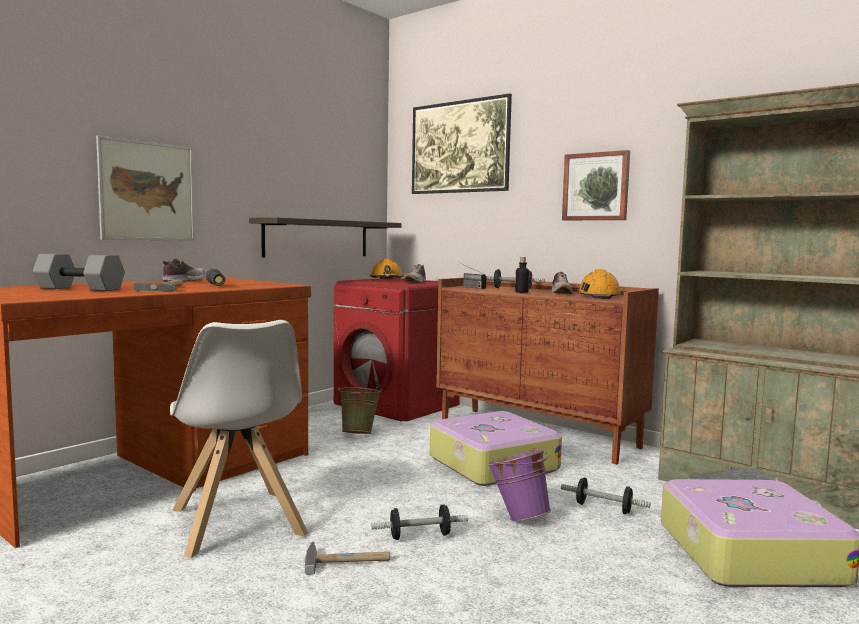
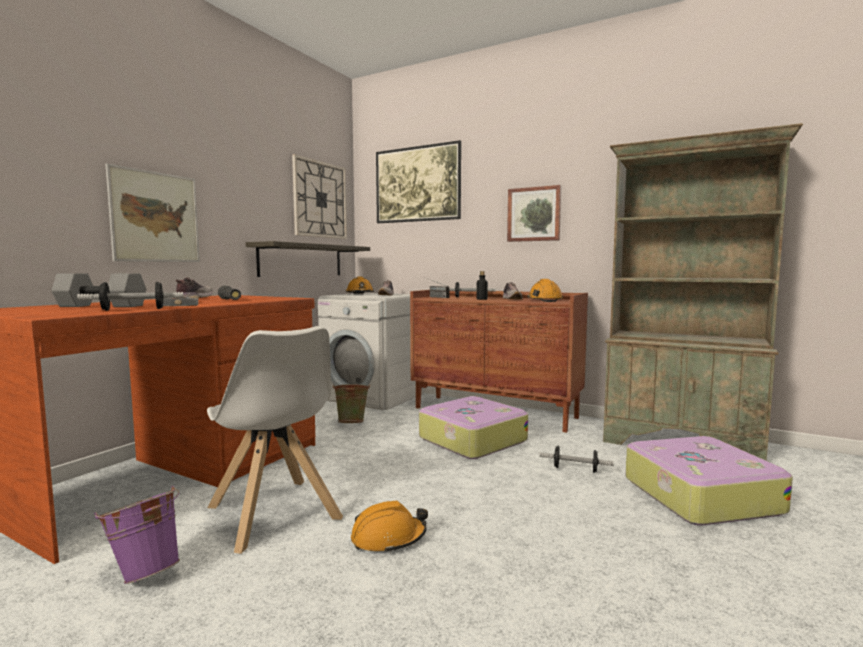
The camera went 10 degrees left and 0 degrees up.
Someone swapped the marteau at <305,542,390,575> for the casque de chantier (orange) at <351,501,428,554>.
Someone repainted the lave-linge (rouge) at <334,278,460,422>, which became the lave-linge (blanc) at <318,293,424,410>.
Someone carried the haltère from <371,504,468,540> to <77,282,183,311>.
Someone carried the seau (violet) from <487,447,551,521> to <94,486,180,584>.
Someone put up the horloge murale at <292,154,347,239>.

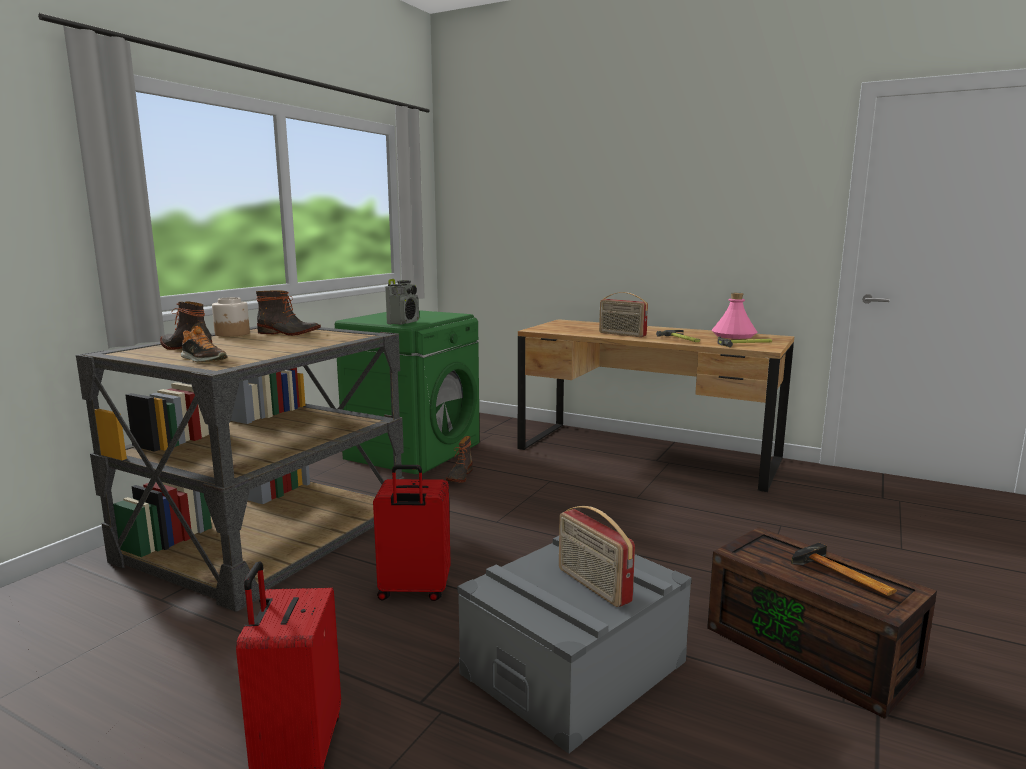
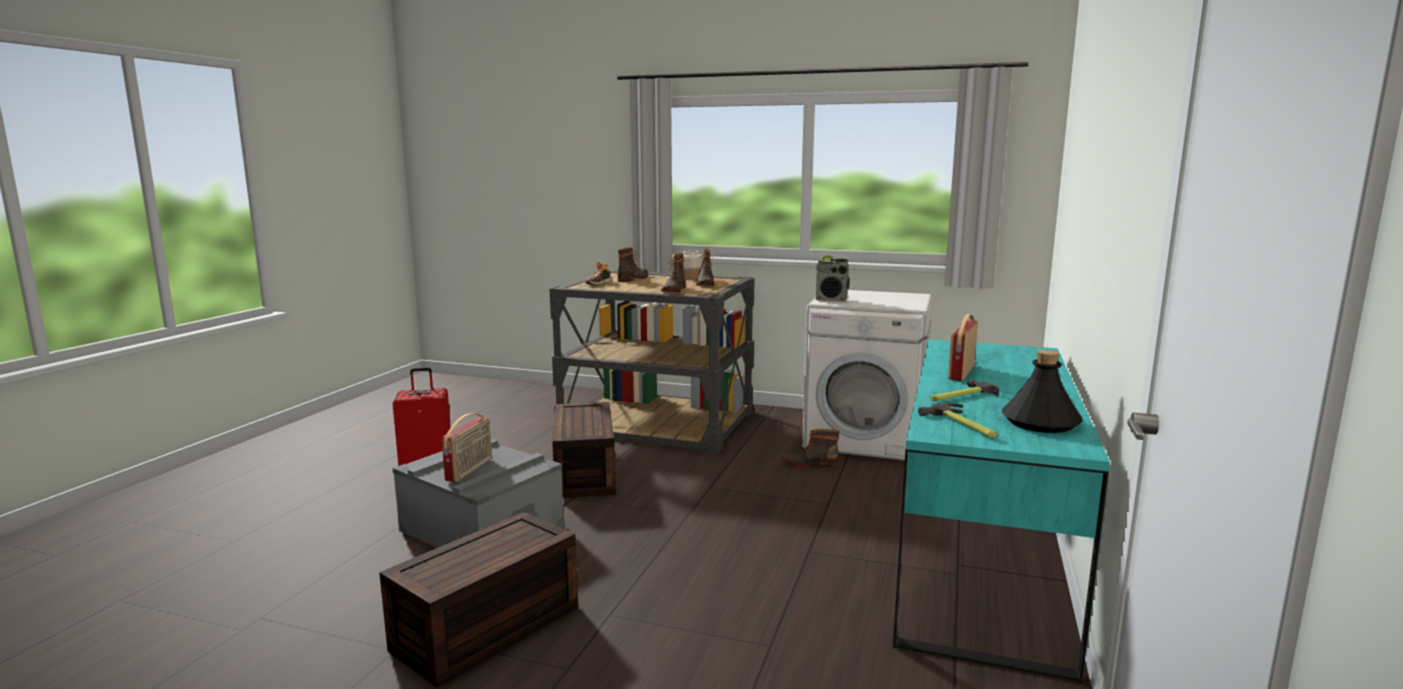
The camera went 80 degrees right and 0 degrees up.
Someone repainted the lave-linge (vert) at <335,310,480,474>, which became the lave-linge (blanc) at <802,290,933,460>.
Someone swapped the valise (rouge) at <373,465,451,601> for the boîte de rangement (marron) at <552,402,616,498>.
Someone repainted the bureau (marron) at <518,319,794,492>, which became the bureau (turquoise) at <893,340,1110,683>.
Someone rotated the radio at <559,506,635,607> by 150 degrees clockwise.
Someone repainted the bouteille (rose) at <712,293,757,339>, which became the bouteille (noir) at <1002,350,1083,433>.
Someone took away the marteau at <791,543,897,596>.
Someone put down the botte at <661,253,686,292>.

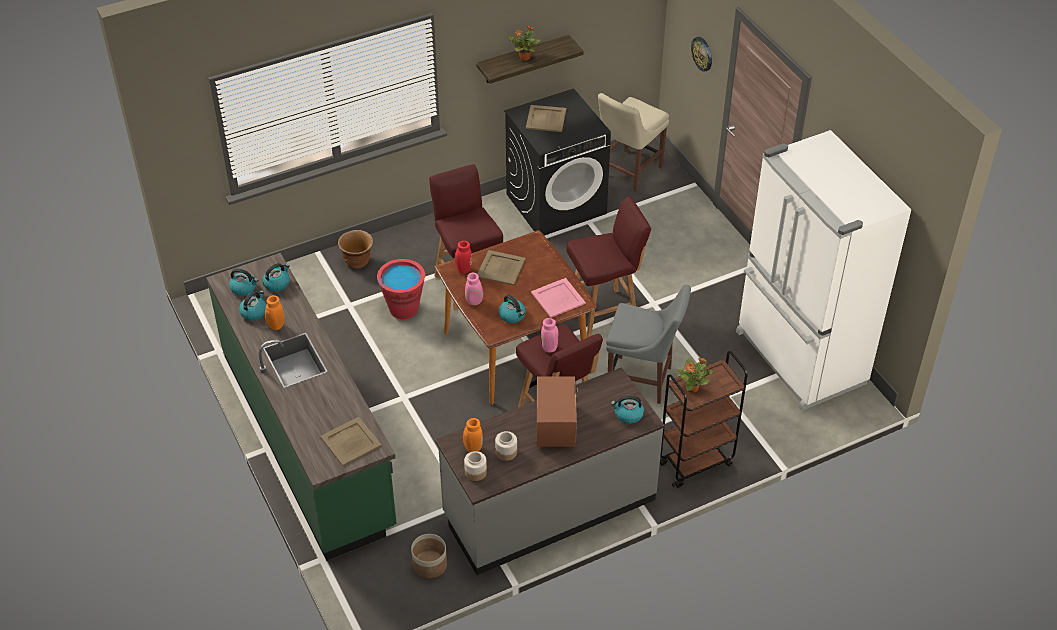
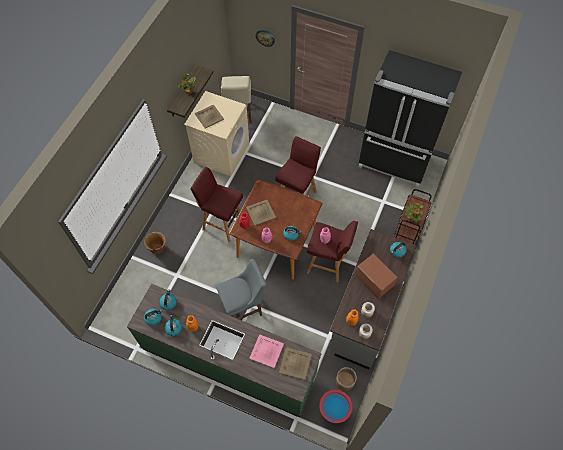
The camera went 40 degrees left and 15 degrees up.
Someone carried the seau (rouge) from <377,259,425,319> to <319,390,352,423>.
Someone repainted the lave-linge (noir) at <504,88,611,236>, which became the lave-linge (beige) at <184,91,249,176>.
Someone carried the plateau (rose) from <531,278,586,318> to <249,334,284,368>.
Someone carried the chaise (gris) from <606,285,691,404> to <215,259,266,320>.
Someone repainted the réfrigérateur (blanc) at <736,130,912,411>, which became the réfrigérateur (noir) at <359,50,462,187>.

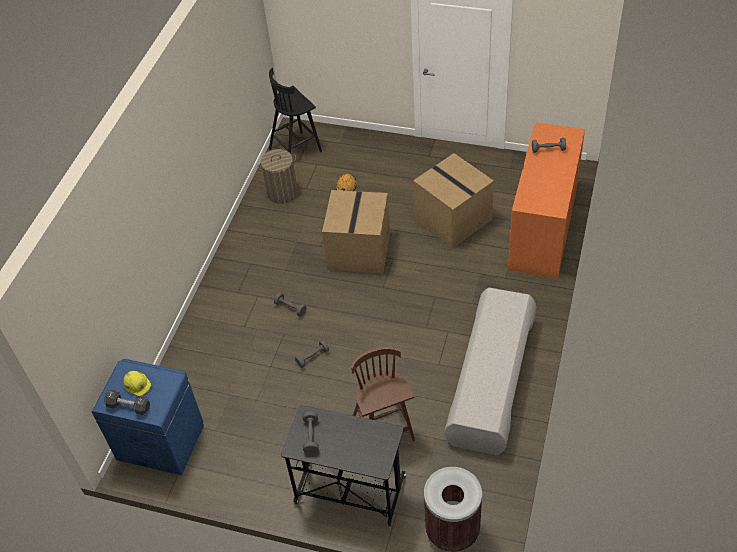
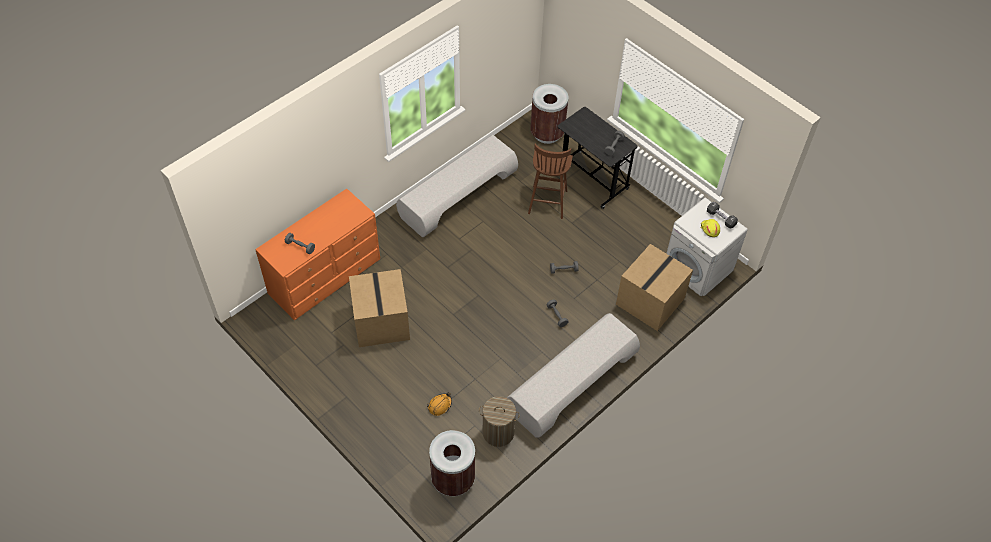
The camera went 155 degrees left and 5 degrees up.
Someone repainted the lave-linge (bleu) at <92,359,204,475>, which became the lave-linge (blanc) at <666,198,748,296>.
Someone swapped the tabouret (noir) at <269,68,322,154> for the poubelle (marron) at <429,430,475,496>.
Someone carried the carton from <322,190,390,273> to <616,244,693,331>.
Someone put down the banc (gris) at <507,313,640,438>.

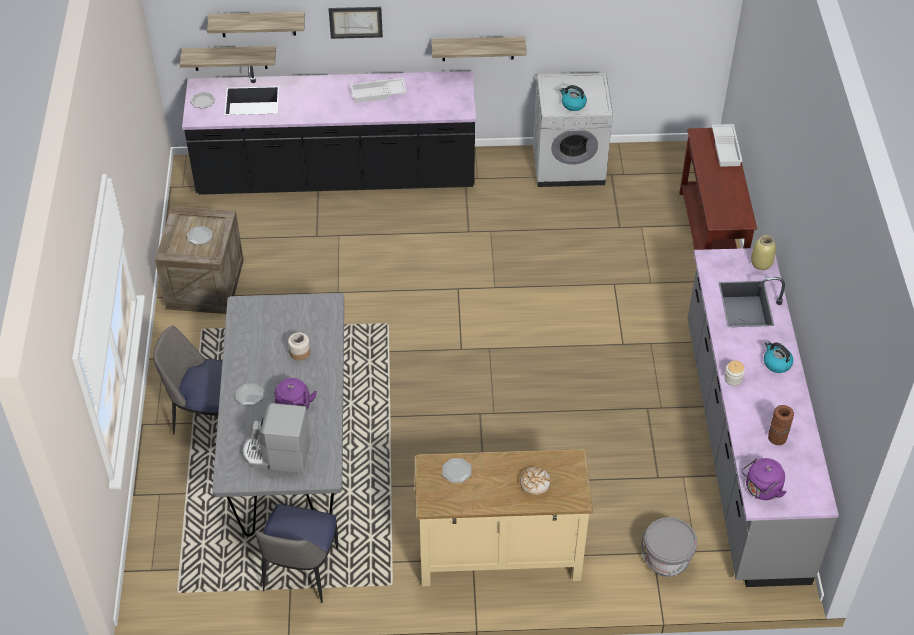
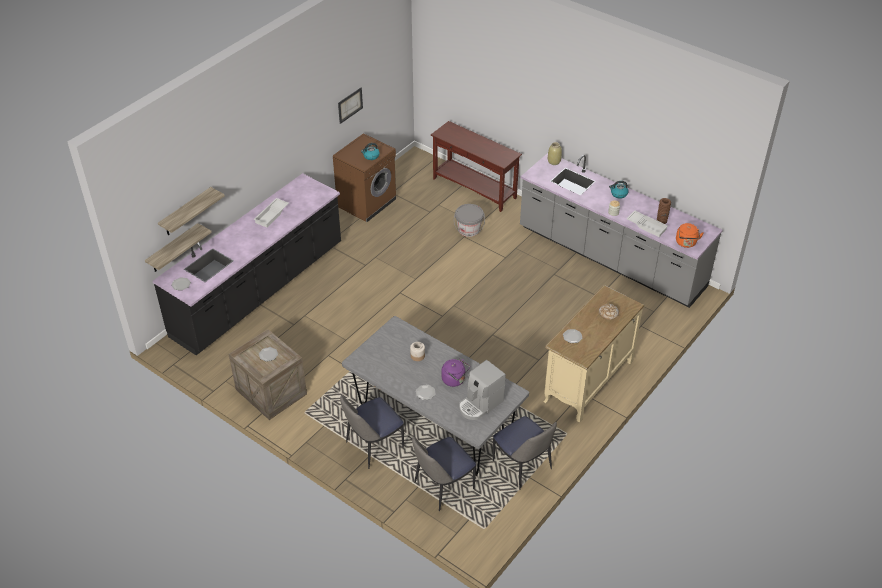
The camera went 50 degrees left and 5 degrees down.
Someone carried the tableau from <329,7,383,39> to <338,88,363,124>.
Someone took away the étagère at <432,36,527,61>.
Someone repainted the lave-linge (blanc) at <533,73,613,187>, which became the lave-linge (marron) at <333,133,396,222>.
Someone carried the seau (gris) from <641,517,697,577> to <454,204,485,237>.
Someone carried the plateau (blanc) from <712,124,743,167> to <626,210,668,237>.
Someone repainted the bouilloire (violet) at <742,458,786,500>, which became the bouilloire (orange) at <676,223,704,248>.
Someone put down the chaise at <412,436,476,512>.

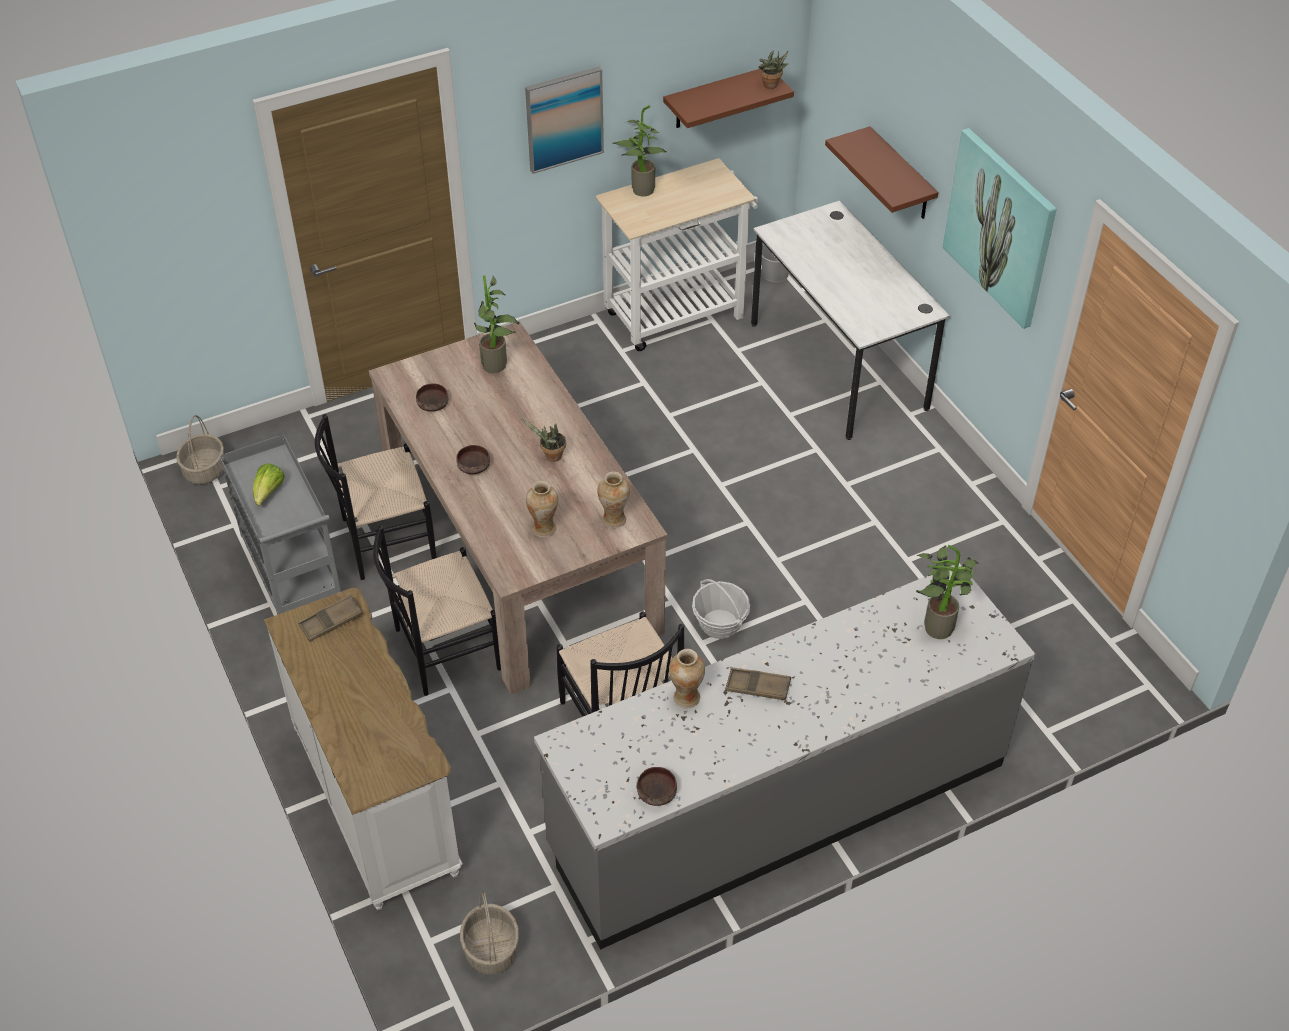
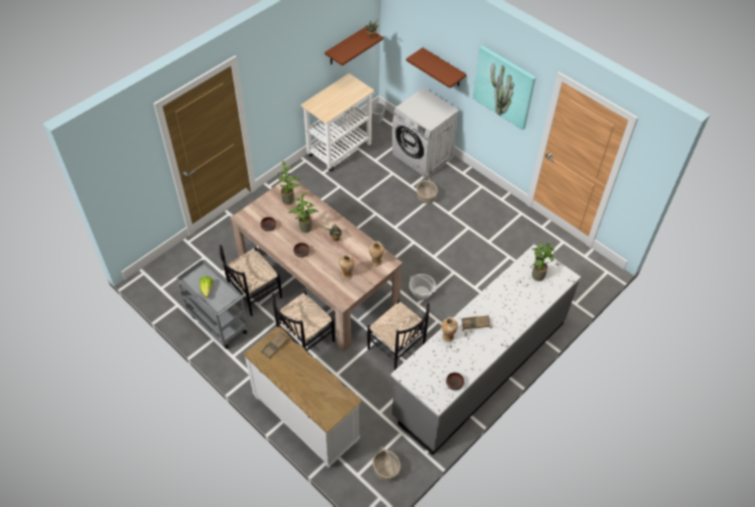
The camera went 20 degrees left and 5 degrees up.
Someone carried the panier from <176,415,224,485> to <416,173,438,204>.
Someone took away the tableau at <525,67,604,174>.
Someone carried the plante en pot from <613,105,667,197> to <288,192,319,233>.
Someone swapped the bureau (blanc) at <751,201,950,440> for the lave-linge (blanc) at <392,87,459,178>.

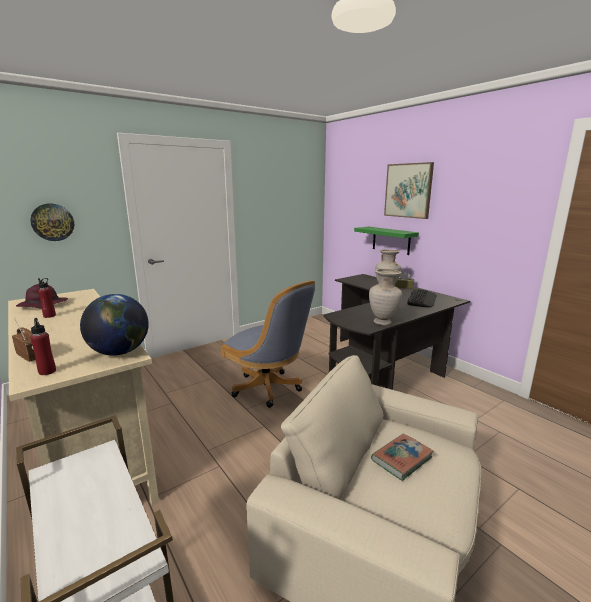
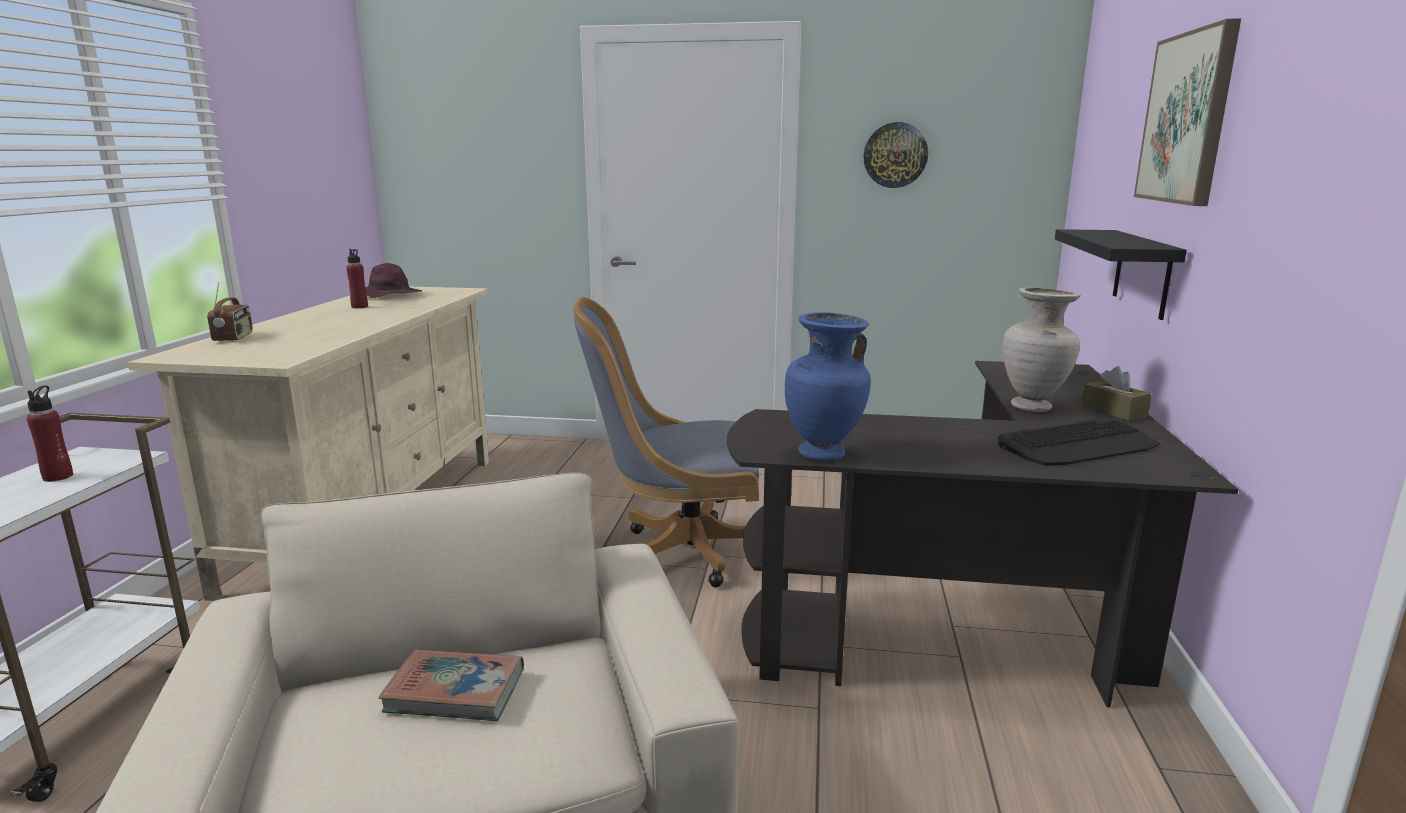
The camera went 45 degrees right and 0 degrees up.
Someone carried the horloge murale from <30,203,74,241> to <864,122,928,188>.
Someone carried the bouteille (rouge) from <30,318,56,375> to <27,386,73,482>.
Someone took away the globe at <80,294,149,356>.
Someone rotated the chaise de bureau (bleu) at <221,280,315,408> by 90 degrees clockwise.
Someone repainted the étagère (vert) at <354,227,419,255>, which became the étagère (noir) at <1055,229,1187,320>.
Someone repainted the vase (beige) at <369,269,402,325>, which became the vase (bleu) at <785,312,871,461>.

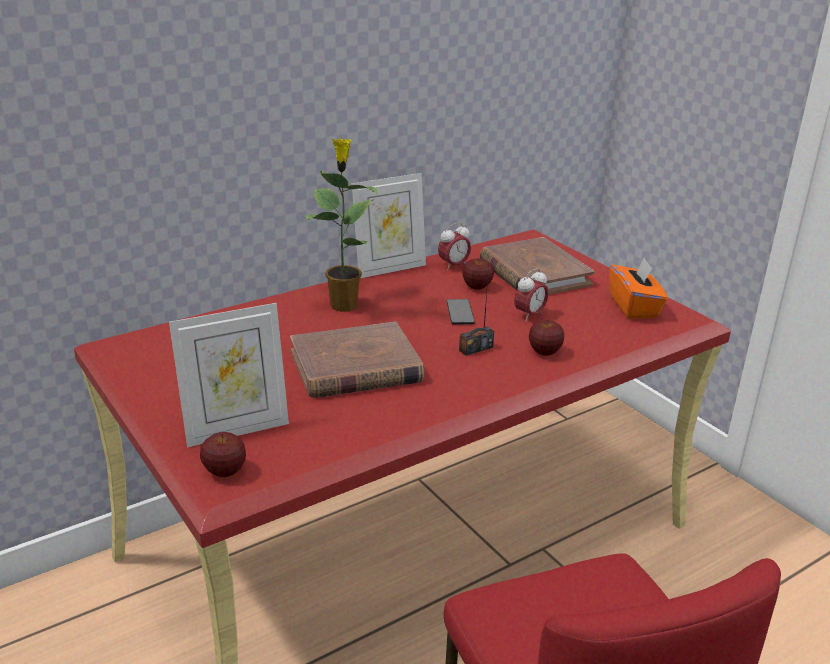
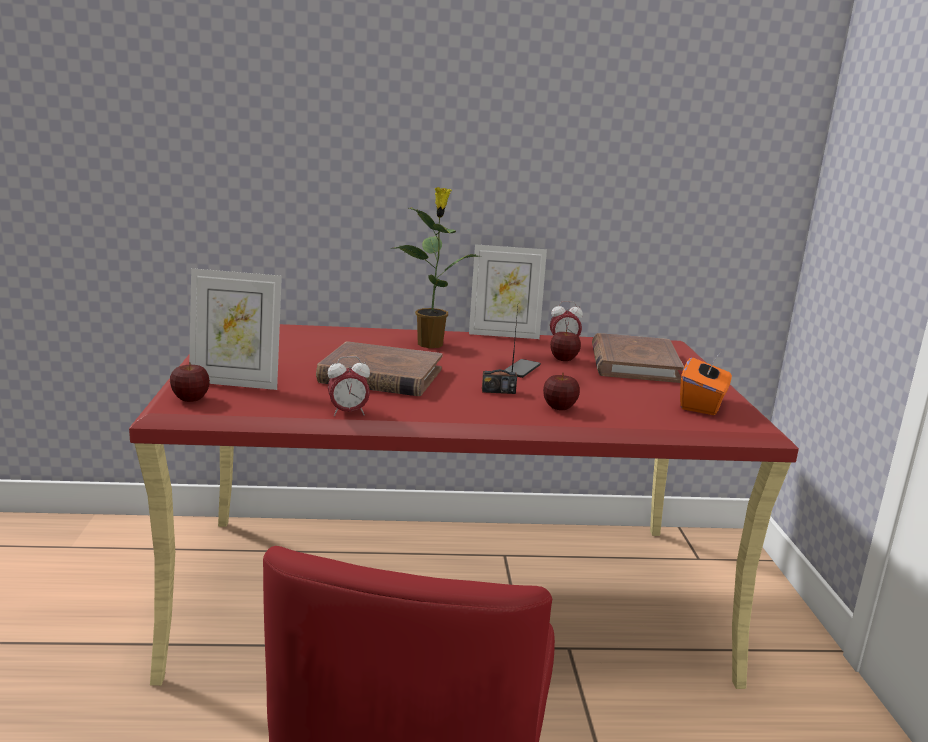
The camera went 30 degrees right and 10 degrees down.
Someone carried the réveil from <514,268,549,322> to <328,356,370,416>.

